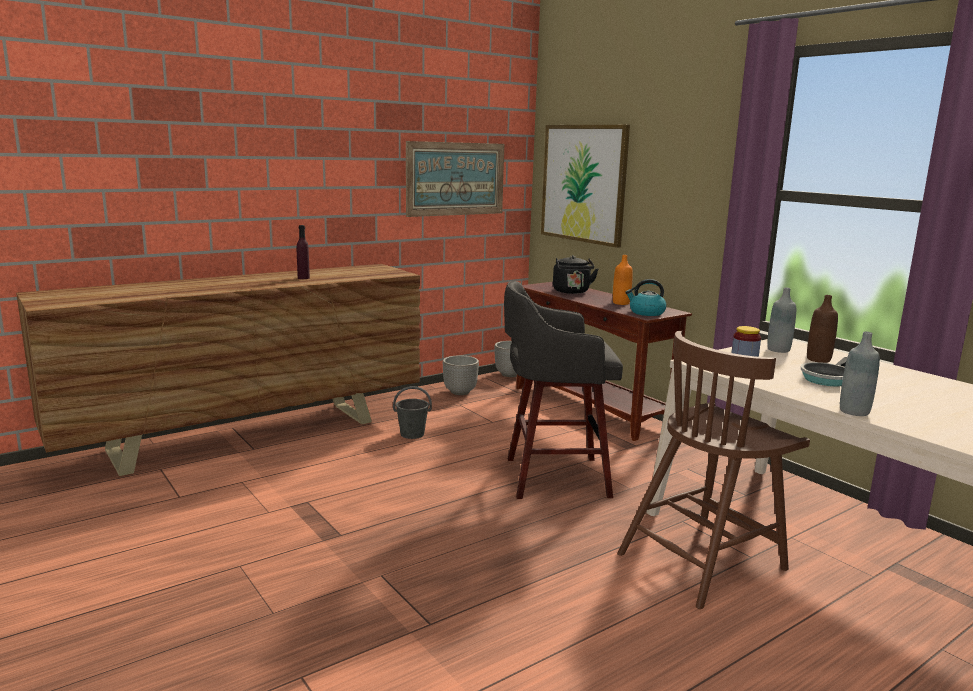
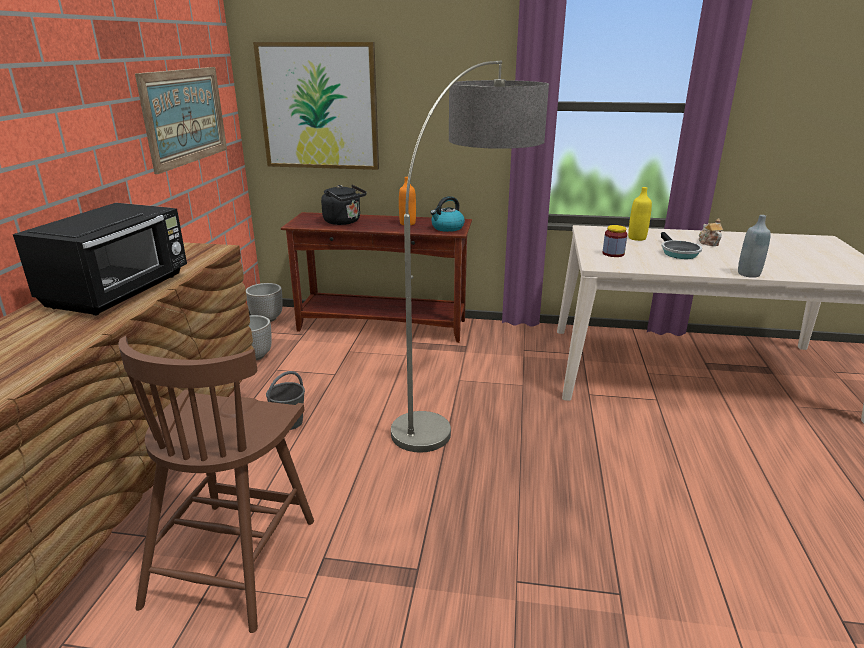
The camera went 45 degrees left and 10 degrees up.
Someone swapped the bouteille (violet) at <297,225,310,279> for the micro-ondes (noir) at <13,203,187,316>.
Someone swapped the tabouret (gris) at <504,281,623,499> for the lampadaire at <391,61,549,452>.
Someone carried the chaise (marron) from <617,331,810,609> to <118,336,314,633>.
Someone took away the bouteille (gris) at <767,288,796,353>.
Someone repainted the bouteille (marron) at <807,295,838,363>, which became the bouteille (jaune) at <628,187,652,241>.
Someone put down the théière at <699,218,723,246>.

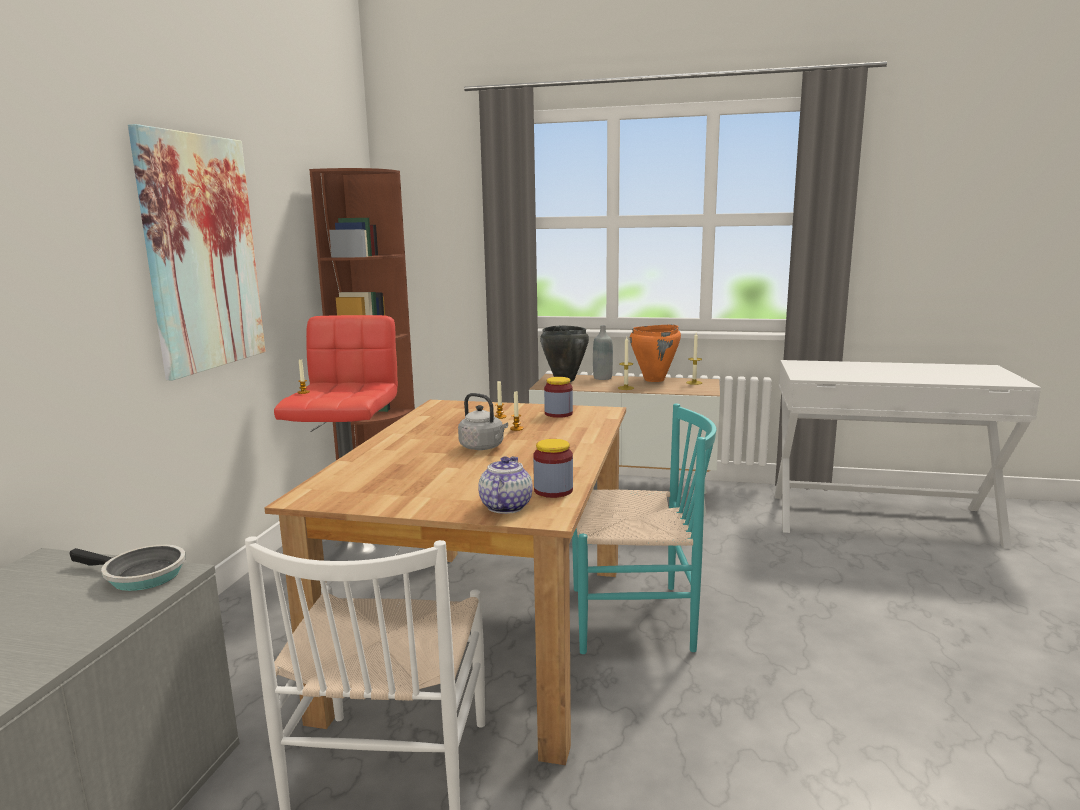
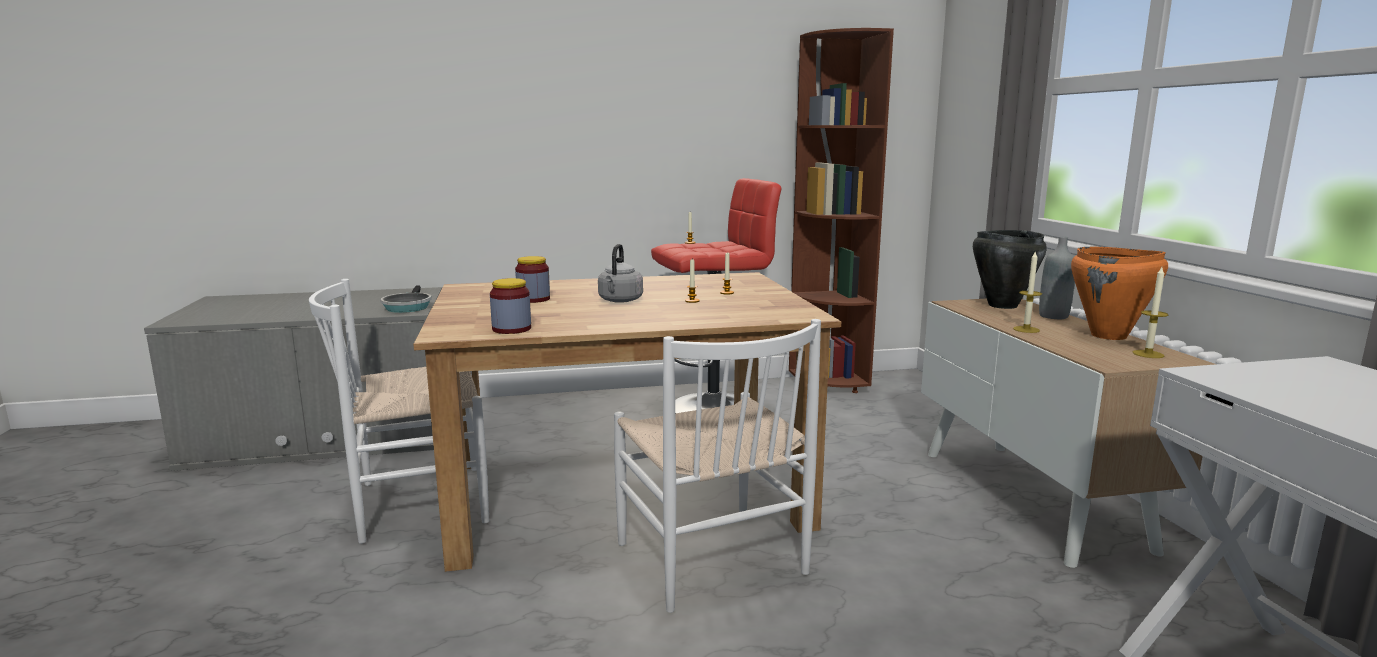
The camera went 65 degrees right and 0 degrees up.
Someone took away the tableau at <128,124,266,380>.
Someone took away the théière at <478,456,533,514>.
Someone carried the bocal from <544,377,573,418> to <515,256,550,303>.
Someone repainted the chaise (turquoise) at <572,404,716,654>, which became the chaise (blanc) at <614,319,821,613>.

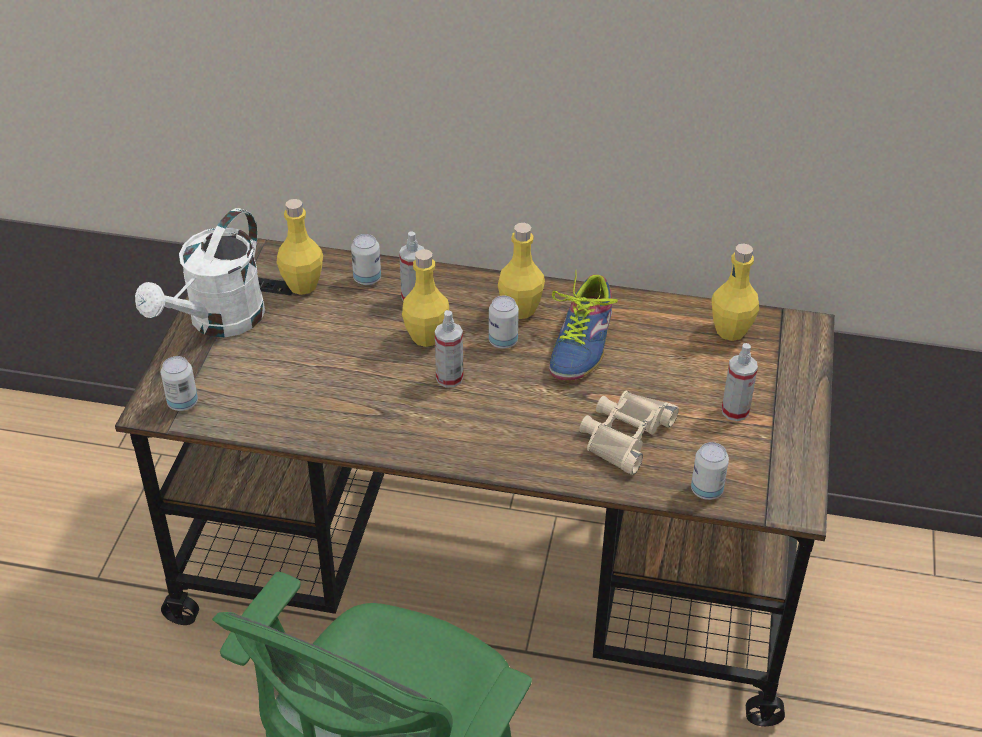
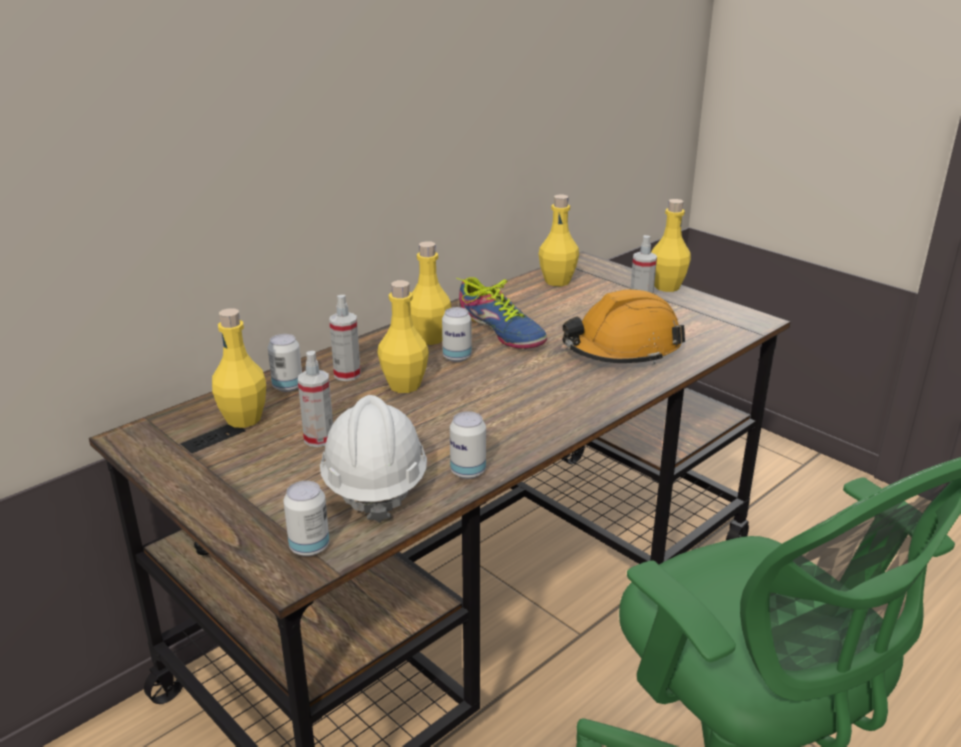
The camera went 55 degrees left and 15 degrees down.
Someone took away the arrosoir (blanc) at <135,208,265,337>.
Someone carried the vaporisateur from <435,310,463,387> to <298,351,333,447>.
Someone swapped the jumelles (beige) at <580,391,679,475> for the casque de chantier (orange) at <563,289,685,364>.
Someone carried the boîte métallique from <691,442,729,500> to <450,411,486,479>.
Someone put down the casque de chantier (blanc) at <320,395,427,523>.
Someone put down the bouteille (jaune) at <651,199,691,292>.

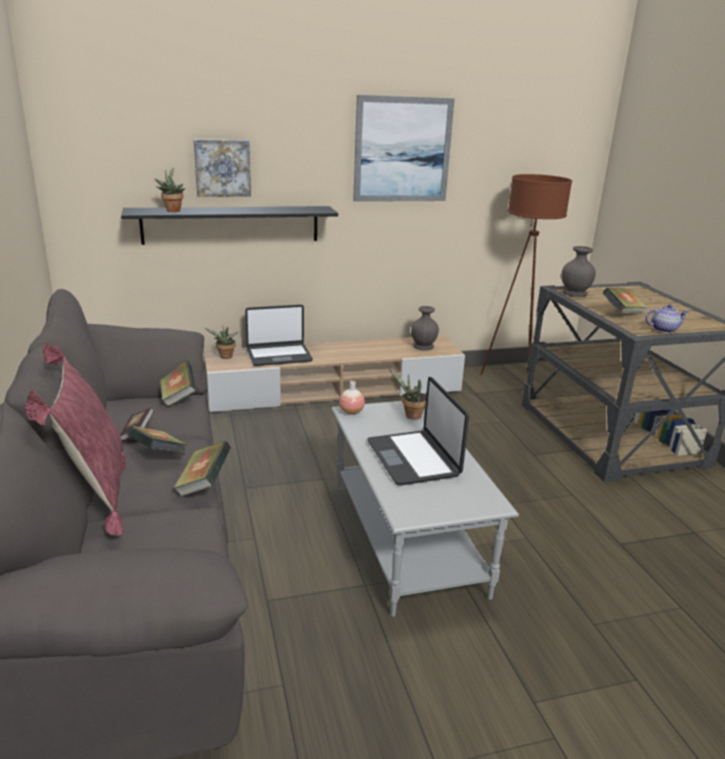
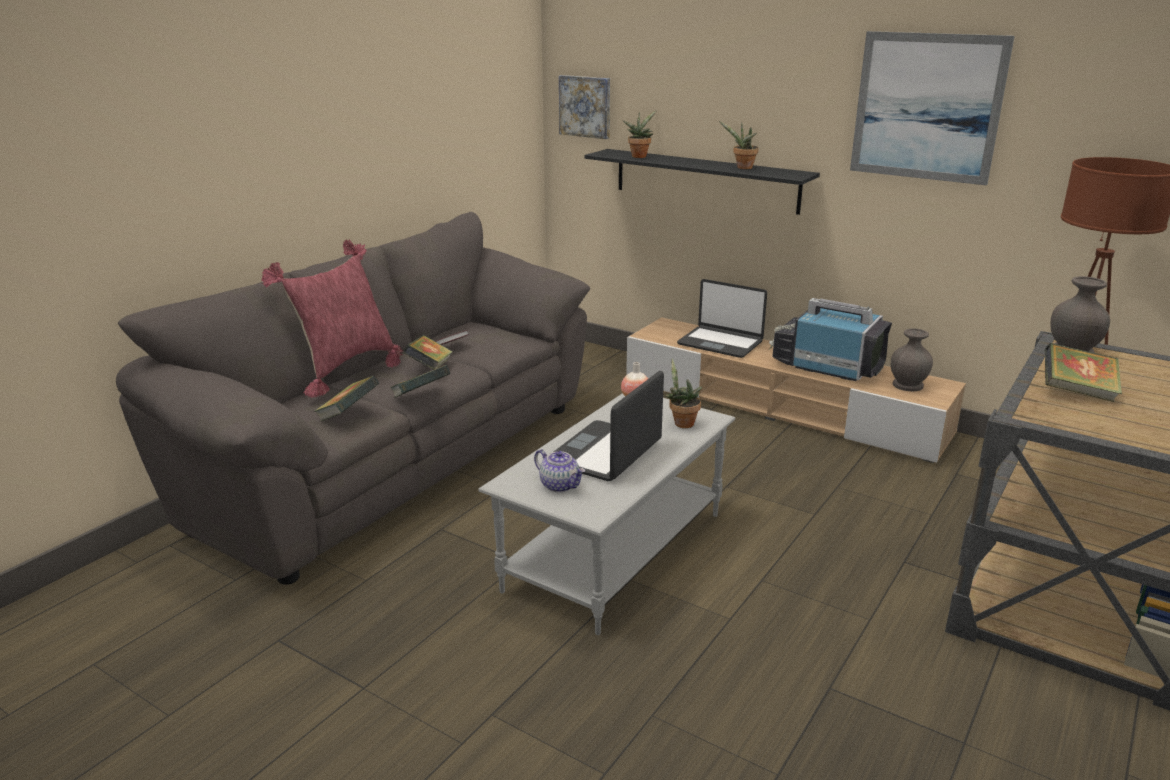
The camera went 50 degrees right and 0 degrees up.
Someone carried the livre from <160,361,196,407> to <313,376,379,421>.
Someone carried the tableau from <194,139,251,197> to <559,75,610,139>.
Someone carried the plante en pot from <205,327,238,359> to <719,121,759,169>.
Someone carried the théière from <645,304,689,333> to <534,449,585,492>.
Someone put down the téléviseur at <769,298,892,381>.

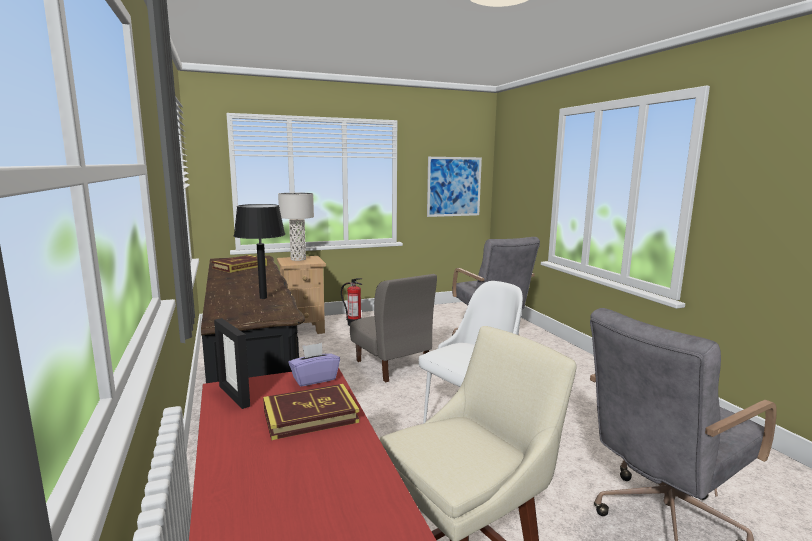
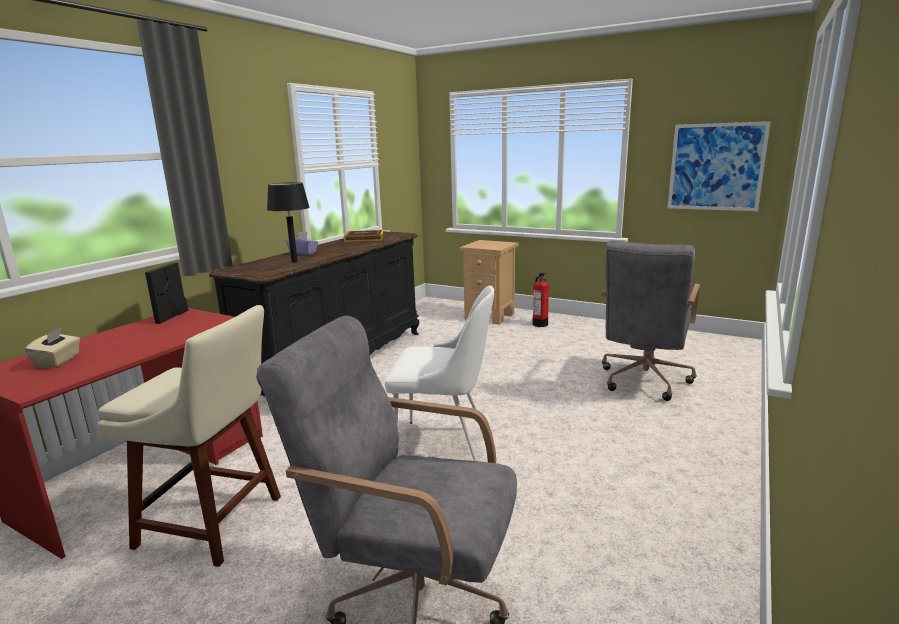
The camera went 50 degrees right and 5 degrees up.
Someone took away the livre at <263,384,360,440>.
Someone took away the lampe de table (blanc) at <278,193,314,261>.
Someone carried the boîte à mouchoirs (violet) from <288,343,340,387> to <286,232,318,255>.
Someone took away the chaise (gris) at <350,274,437,382>.
Someone put down the boîte à mouchoirs (beige) at <25,327,80,368>.

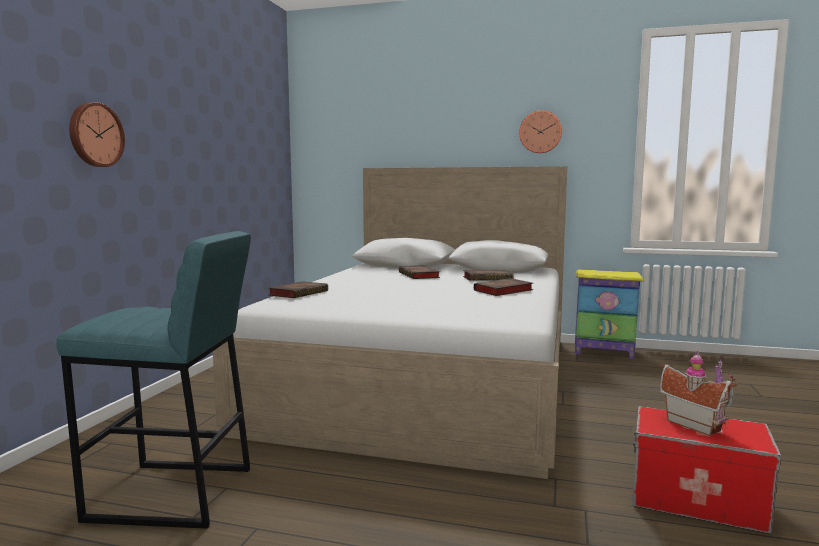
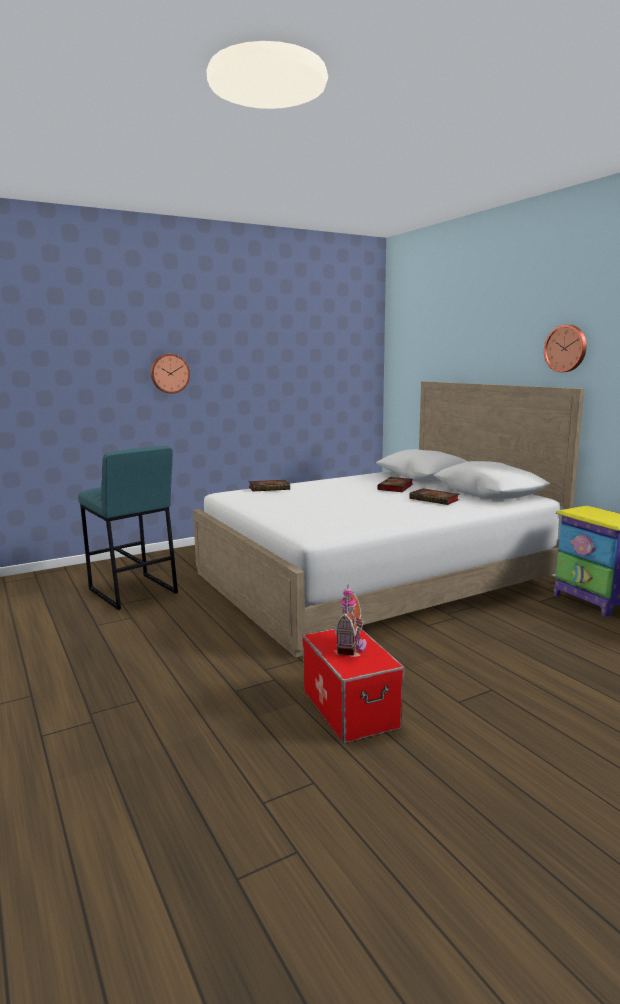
The camera went 45 degrees right and 5 degrees up.
Someone took away the livre at <474,278,533,296>.

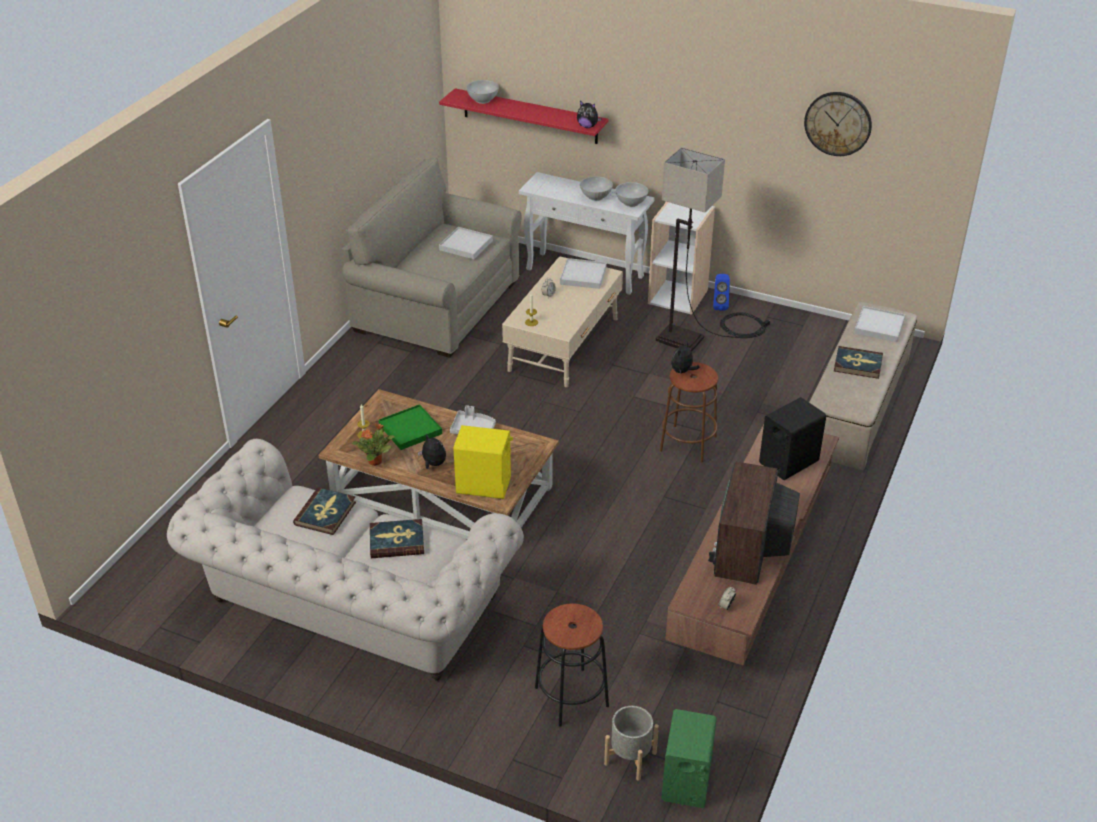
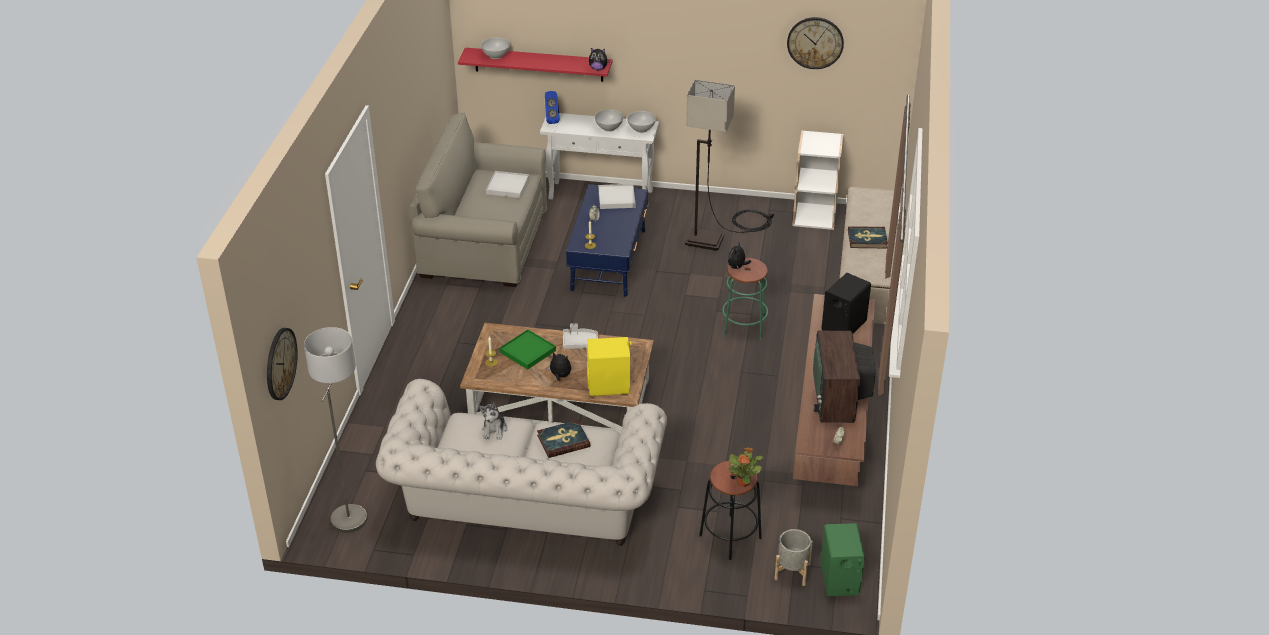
The camera went 15 degrees left and 0 degrees up.
Someone swapped the livre at <293,487,356,535> for the peluche at <479,403,507,440>.
Someone carried the plante en pot from <352,423,395,466> to <728,447,763,487>.
Someone repainted the table basse (beige) at <502,256,623,387>, which became the table basse (bleu) at <566,184,648,297>.
Someone carried the bibliothèque from <648,202,715,315> to <792,131,843,230>.
Someone repainted the tabouret (marron) at <660,362,718,463>, which became the tabouret (vert) at <722,258,768,340>.
Someone carried the enceinte (bleu) from <713,274,730,311> to <545,91,560,124>.
Someone took away the plateau (blanc) at <854,306,905,342>.
Someone put up the horloge murale at <267,328,298,400>.
Someone put down the lampadaire (gris) at <304,327,367,533>.

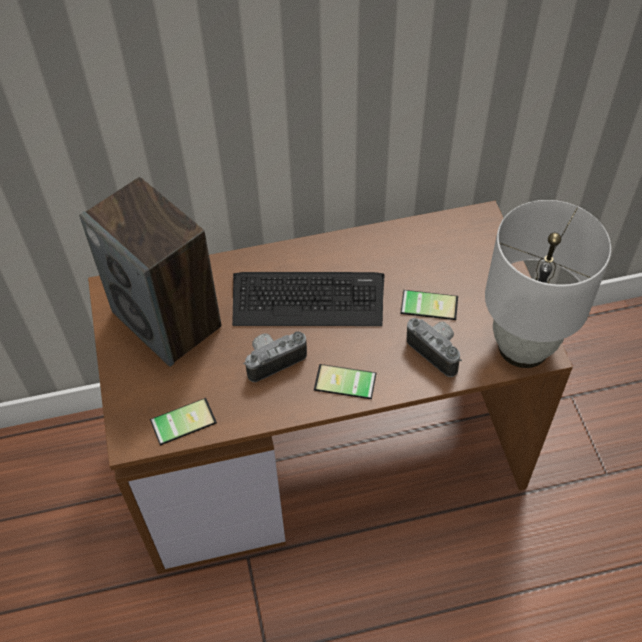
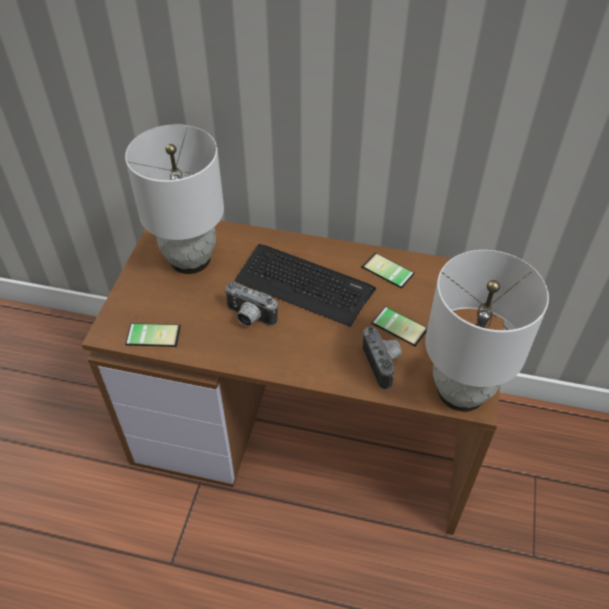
The camera went 25 degrees right and 5 degrees down.
Someone swapped the enceinte at <79,177,221,367> for the lampe de table (blanc) at <125,124,224,274>.
Someone rotated the appareil photo at <243,331,307,382> by 150 degrees counterclockwise.
Someone carried the téléphone from <314,364,376,399> to <362,252,415,289>.

